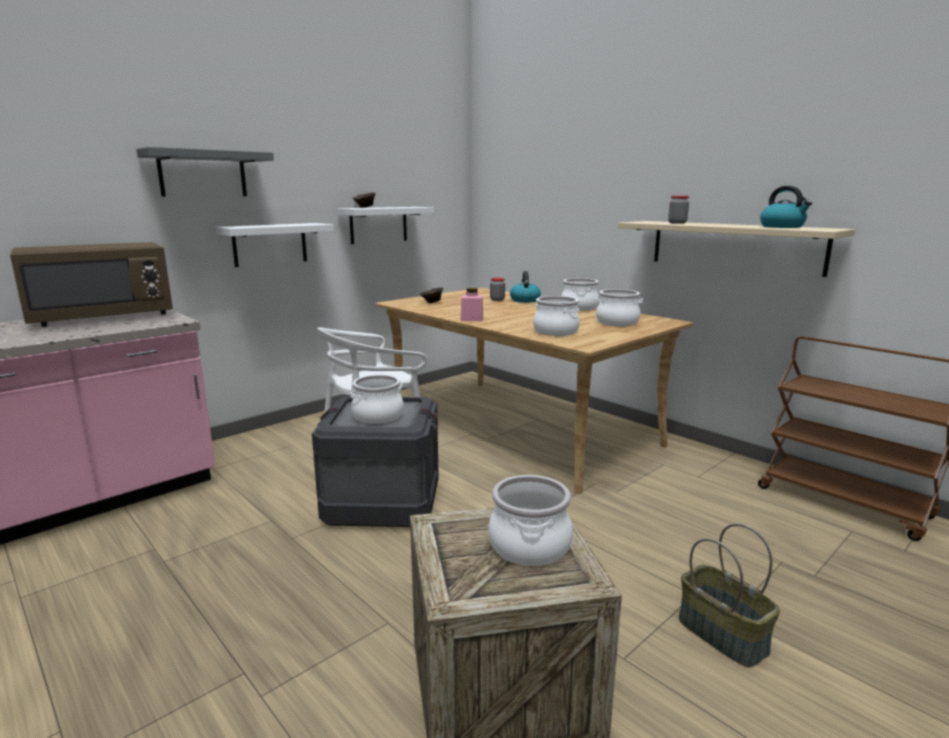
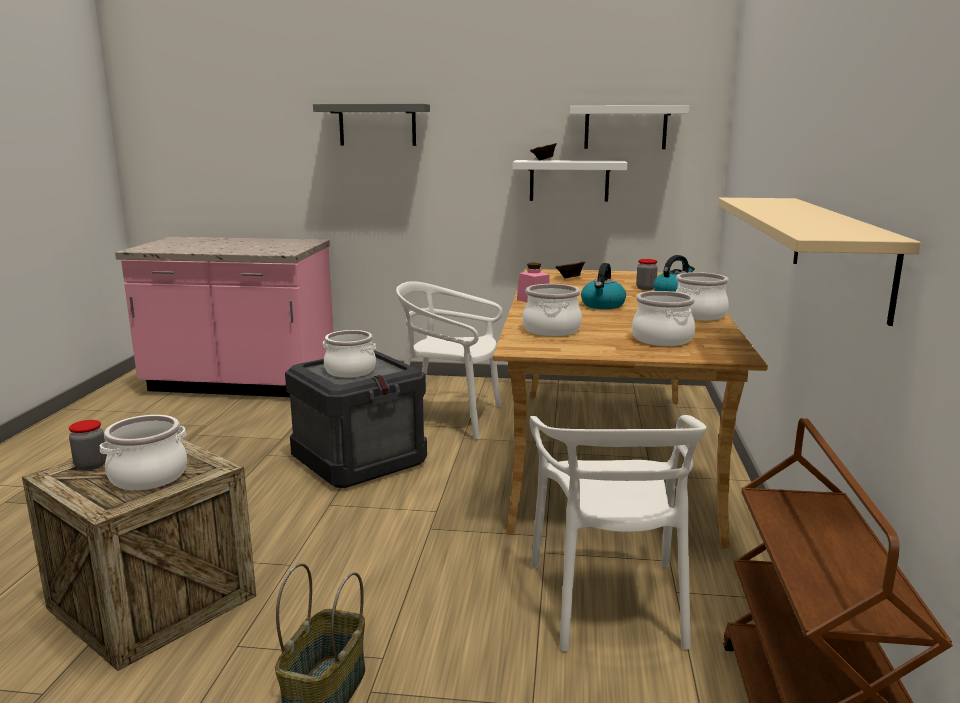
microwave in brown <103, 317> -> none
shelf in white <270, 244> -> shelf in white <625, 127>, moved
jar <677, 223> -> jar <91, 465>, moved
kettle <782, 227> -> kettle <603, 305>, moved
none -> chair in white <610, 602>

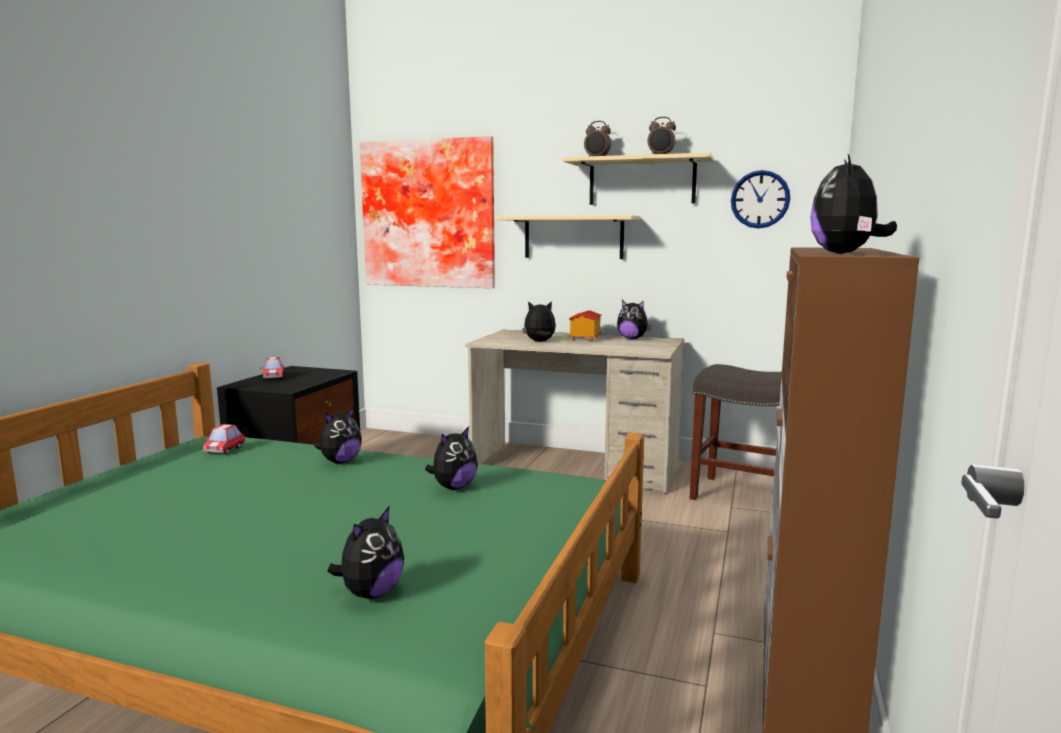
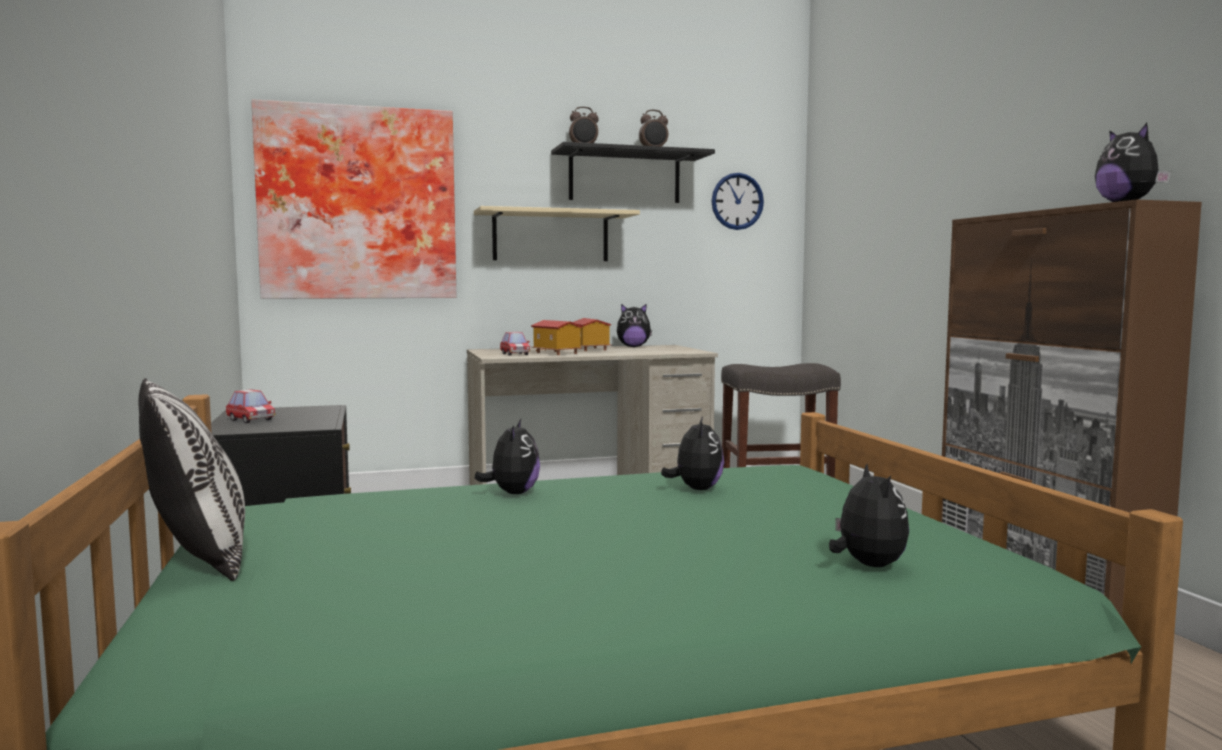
toy car <224, 450> -> toy car <515, 354>, moved
plush toy <540, 341> -> toy house <555, 353>
shelf in beige <642, 181> -> shelf in black <624, 177>
none -> pillow <198, 557>

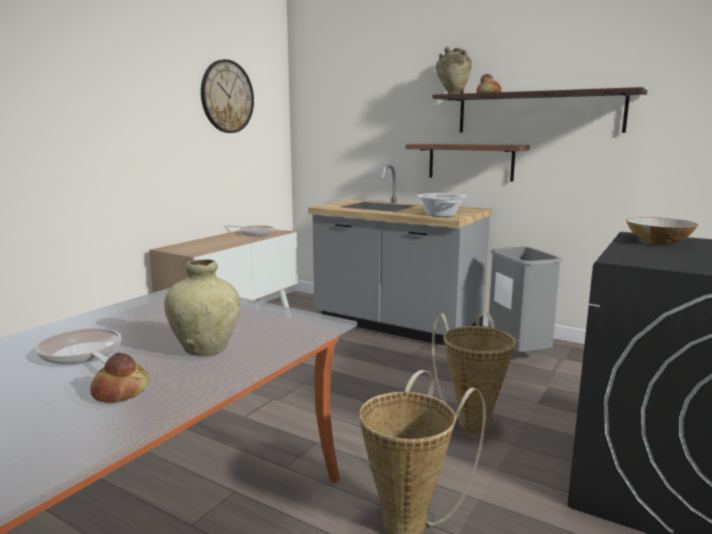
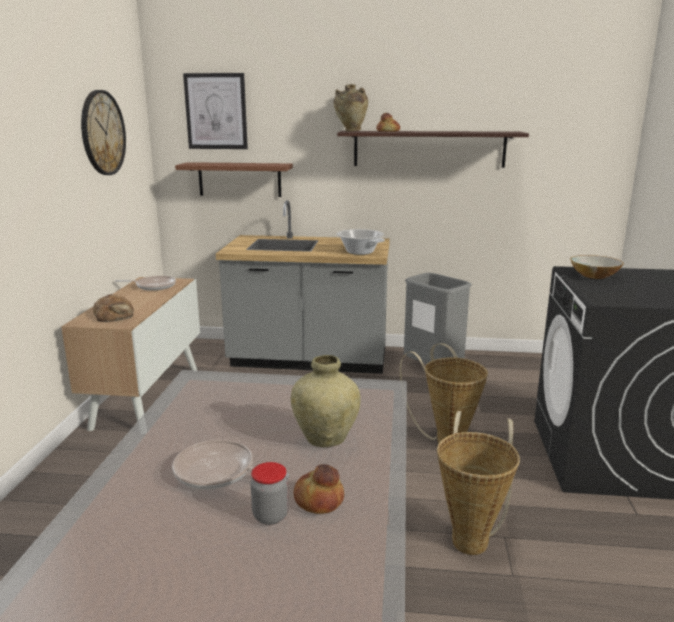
shelf in brown <470, 161> -> shelf in brown <239, 179>, moved
none -> bread <115, 315>
none -> picture <216, 111>
none -> jar <270, 516>

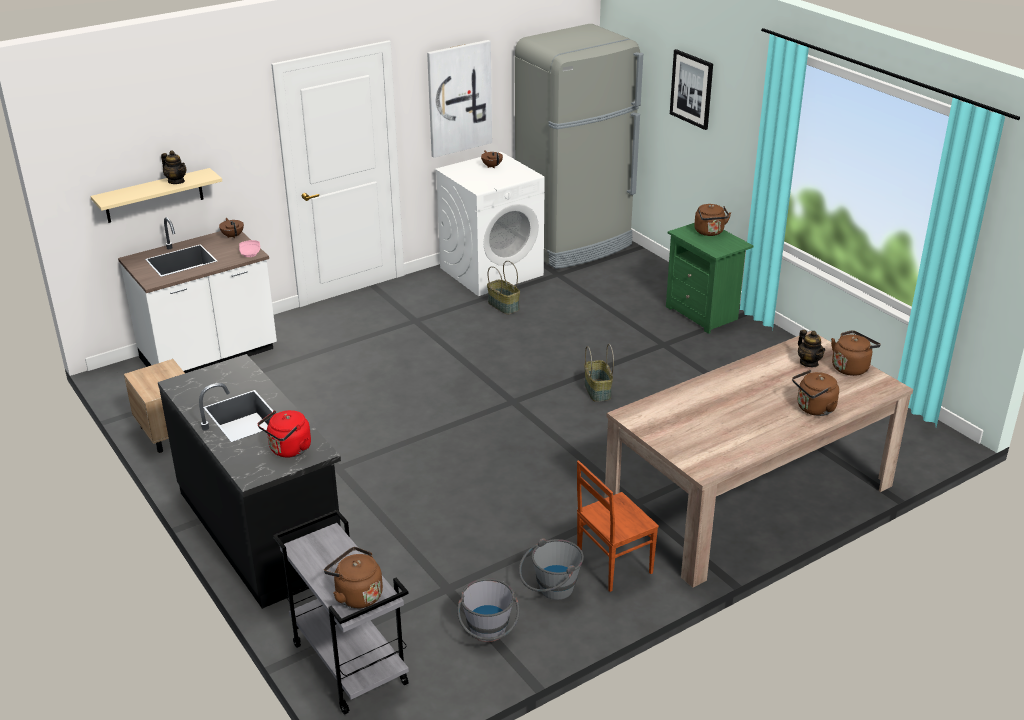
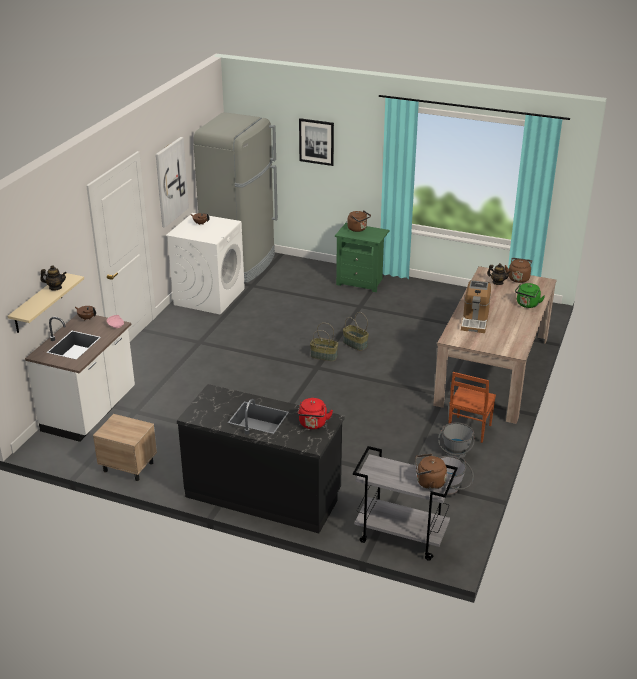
basket <504, 306> -> basket <324, 356>, moved
kettle in brown <813, 409> -> kettle in green <527, 305>
none -> coffee machine <475, 320>

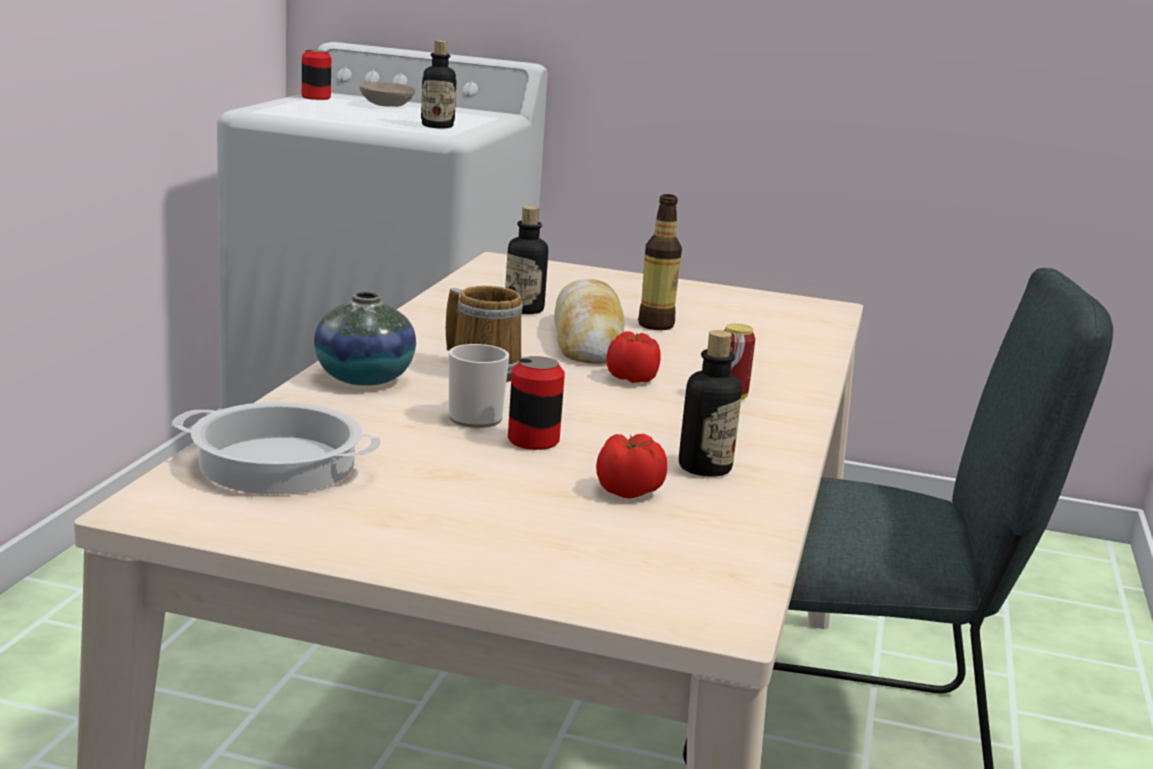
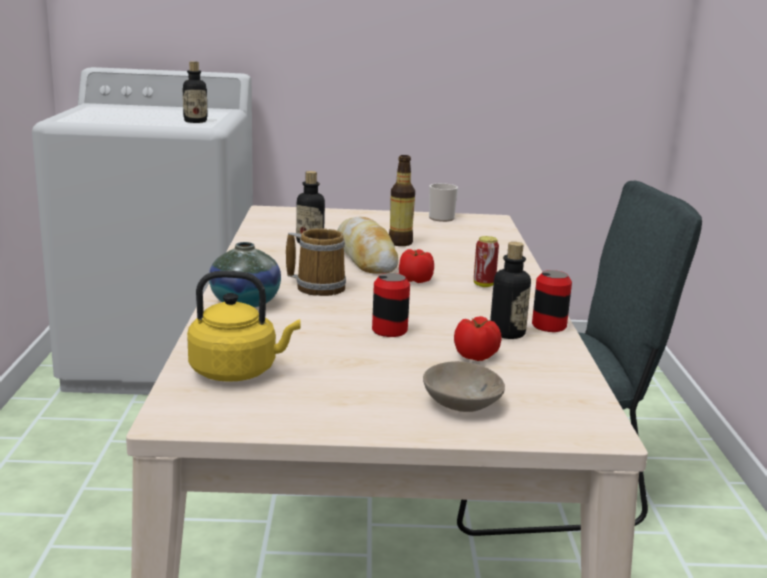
cooking pot <279, 463> -> kettle in yellow <238, 371>
can <316, 97> -> can <549, 326>, moved
bowl in beige <385, 105> -> bowl in beige <459, 403>, moved
mug <477, 416> -> mug <441, 217>, moved

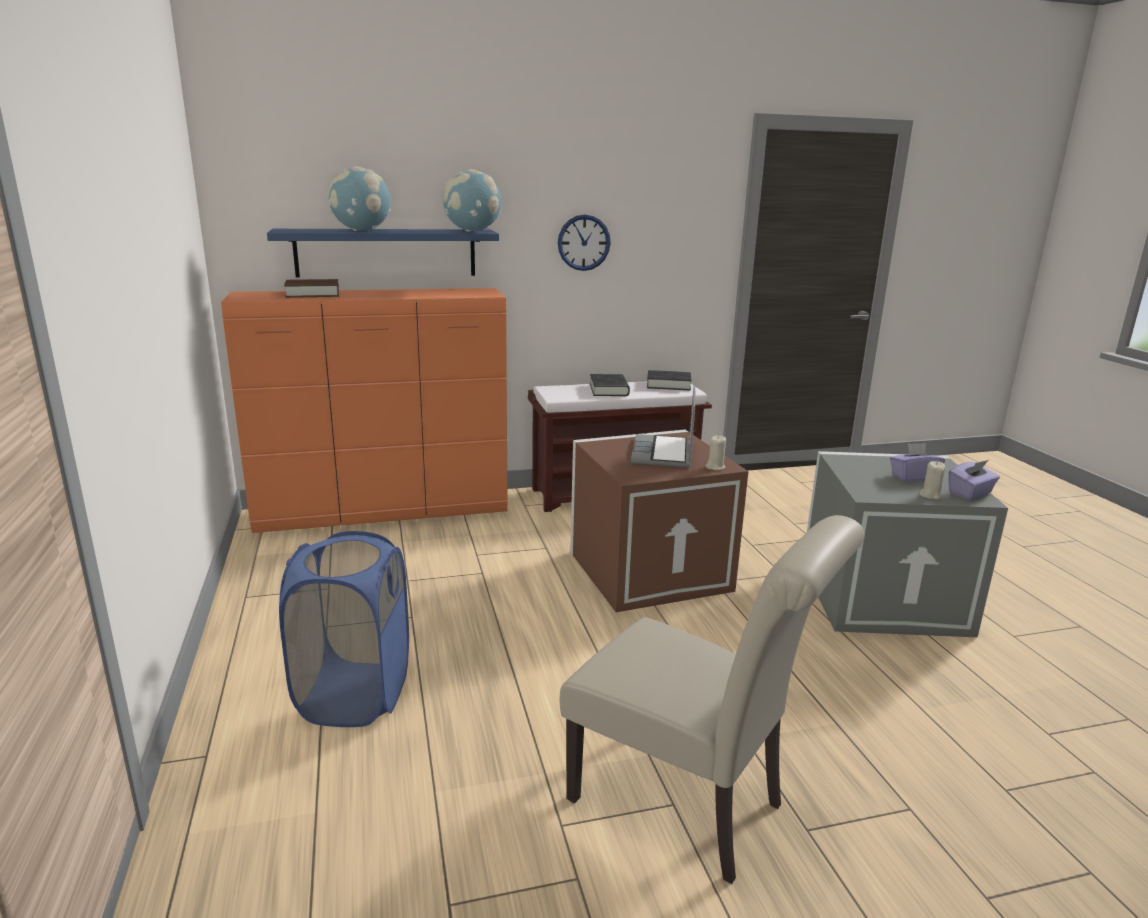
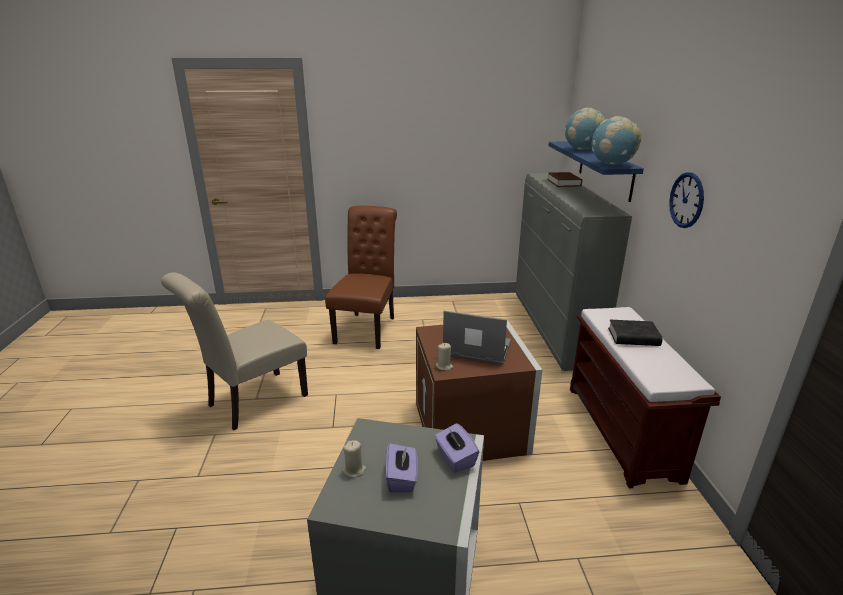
dresser in orange <385, 513> -> dresser in grey <552, 329>
laundry basket in blue <354, 694> -> chair in brown <367, 328>
book in black <668, 385> -> none
tissue box in purple <970, 493> -> tissue box in purple <455, 458>, moved

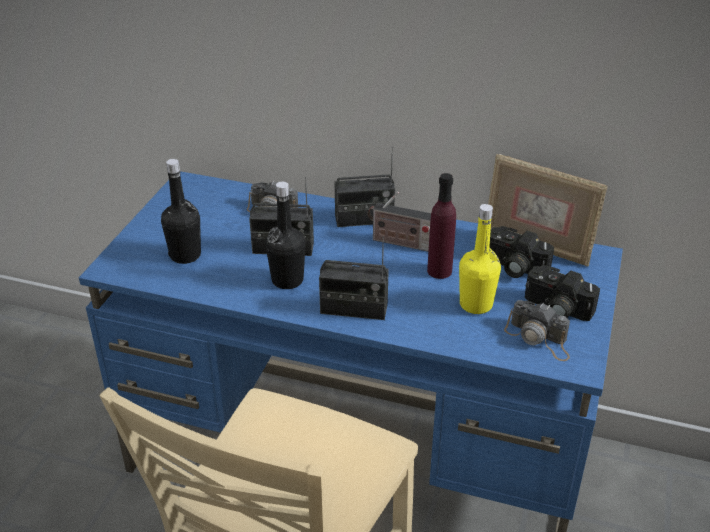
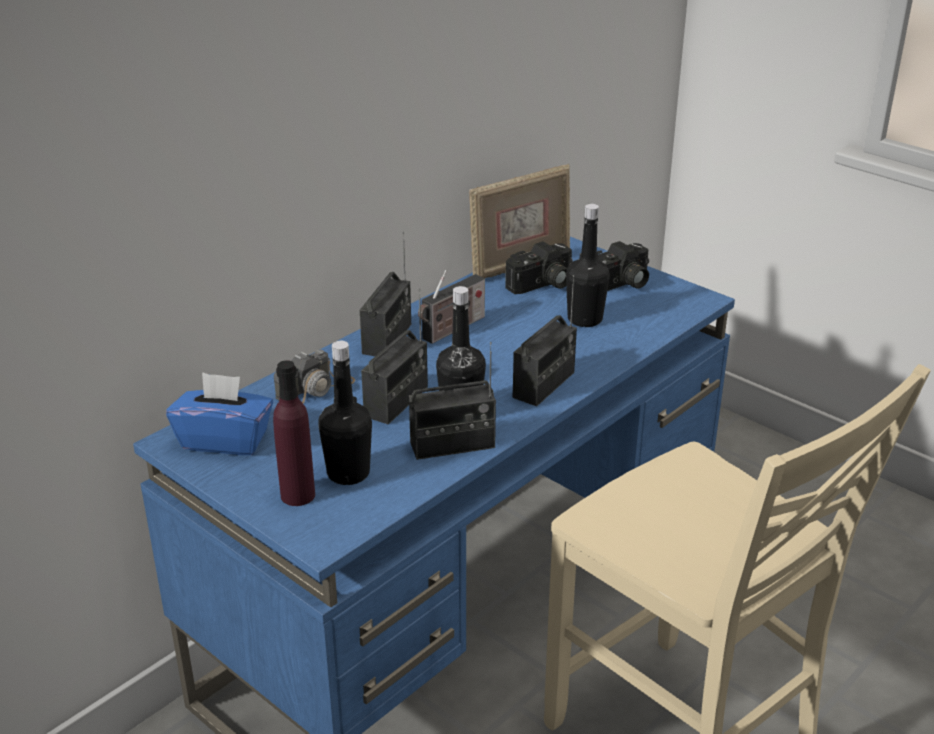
bottle in purple <439, 271> -> bottle in purple <298, 495>, moved
bottle in yellow <476, 304> -> bottle in black <585, 319>
photo camera <539, 339> -> none
none -> tissue box in blue <225, 440>
none -> radio <452, 445>

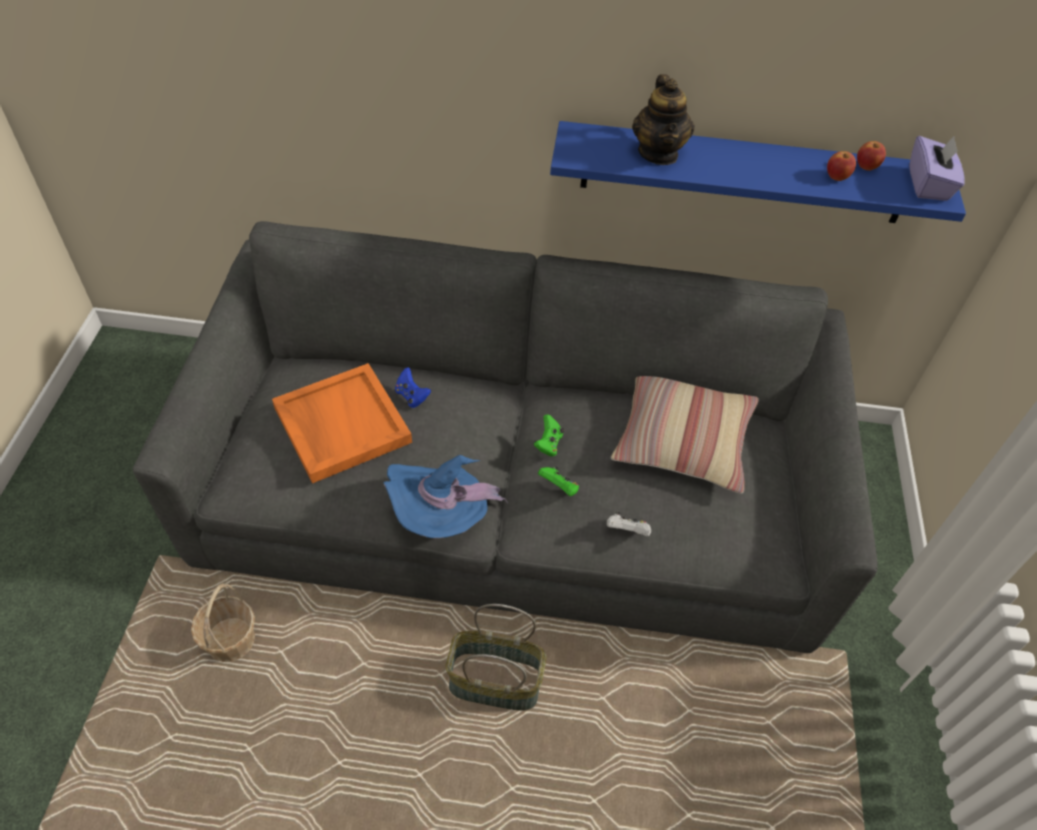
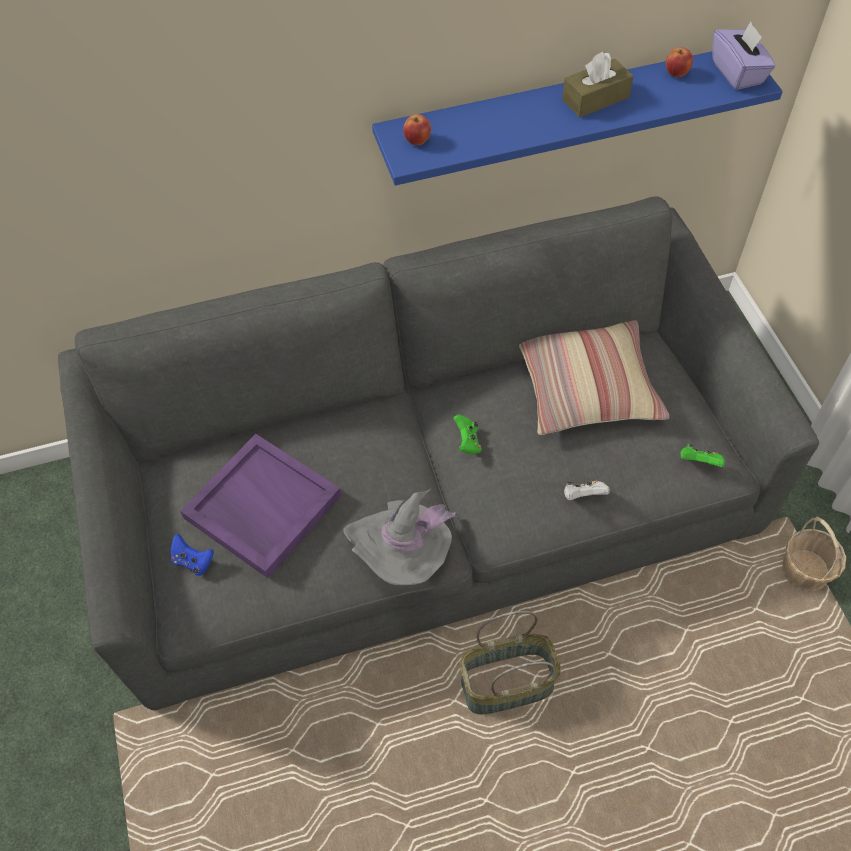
basket <230, 640> -> basket <804, 571>, moved
tray in orange <341, 424> -> tray in purple <261, 507>
hat in blue <442, 517> -> hat in grey <405, 555>
game controller in blue <412, 396> -> game controller in blue <193, 561>, moved
game controller in green <559, 488> -> game controller in green <699, 463>, moved
teapot <658, 153> -> none
apple <837, 177> -> apple <417, 141>, moved
none -> tissue box in brown <595, 99>

